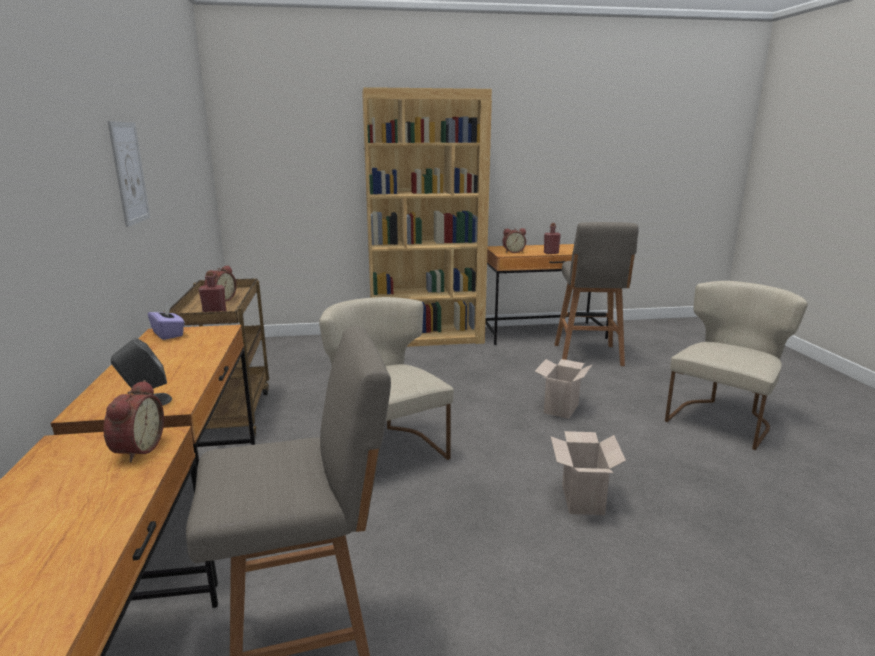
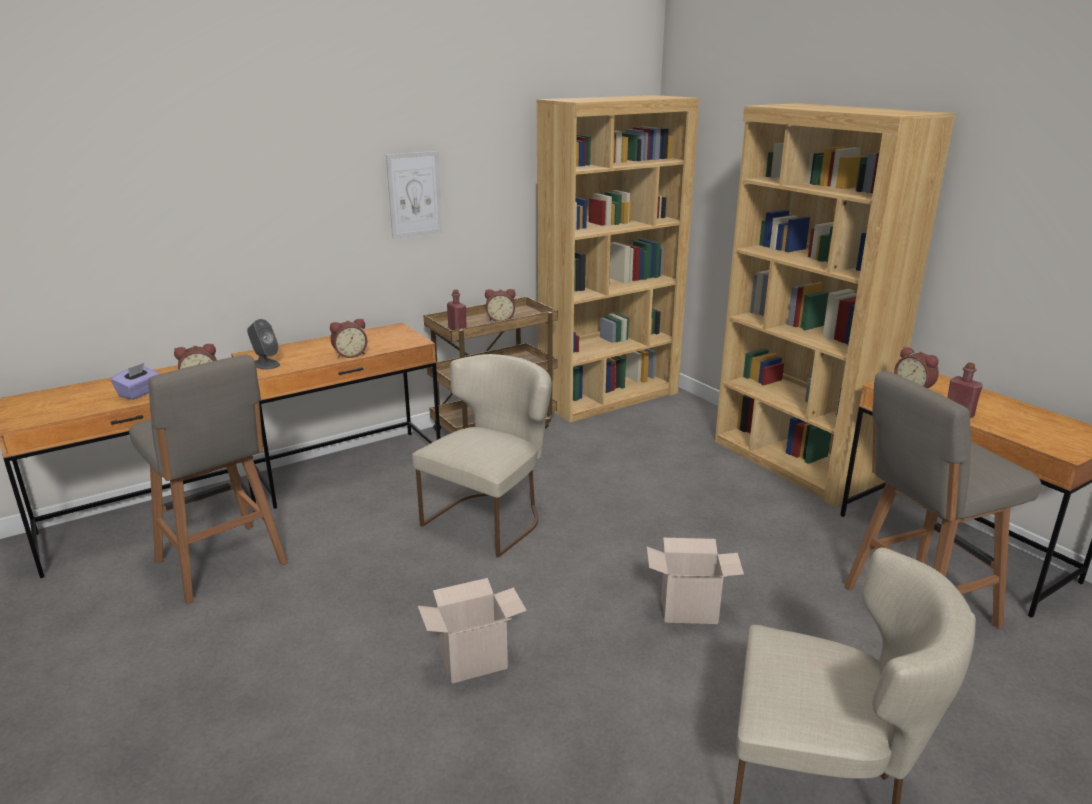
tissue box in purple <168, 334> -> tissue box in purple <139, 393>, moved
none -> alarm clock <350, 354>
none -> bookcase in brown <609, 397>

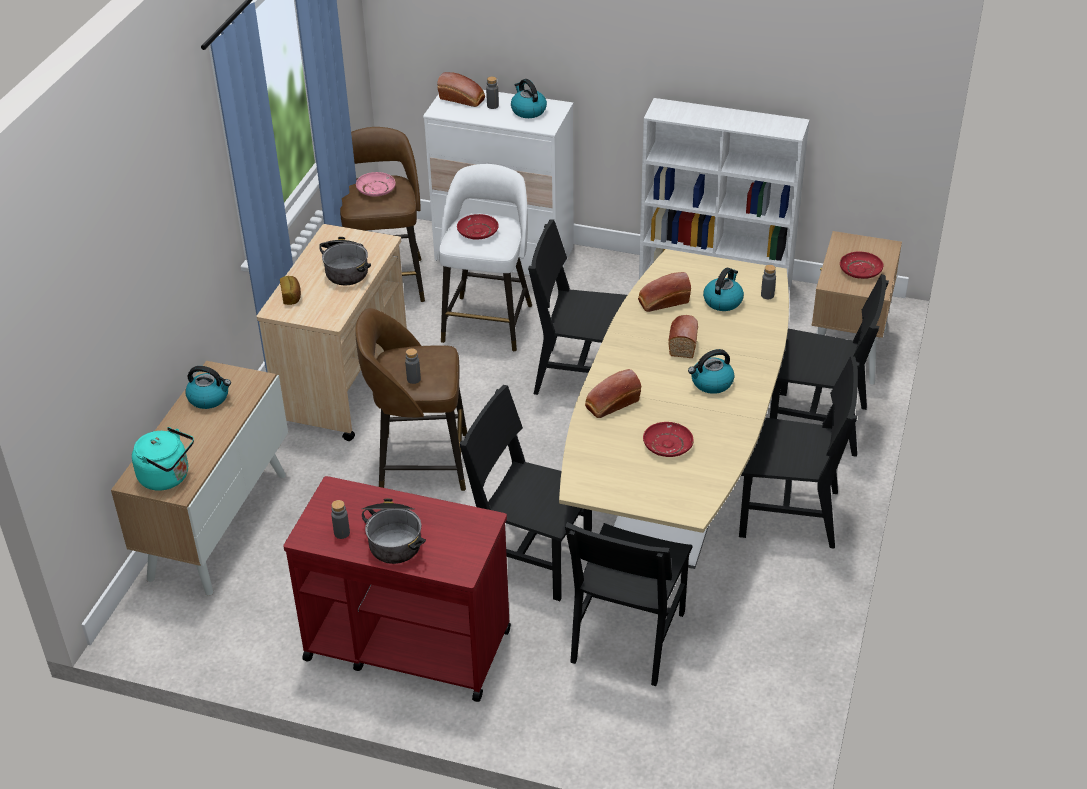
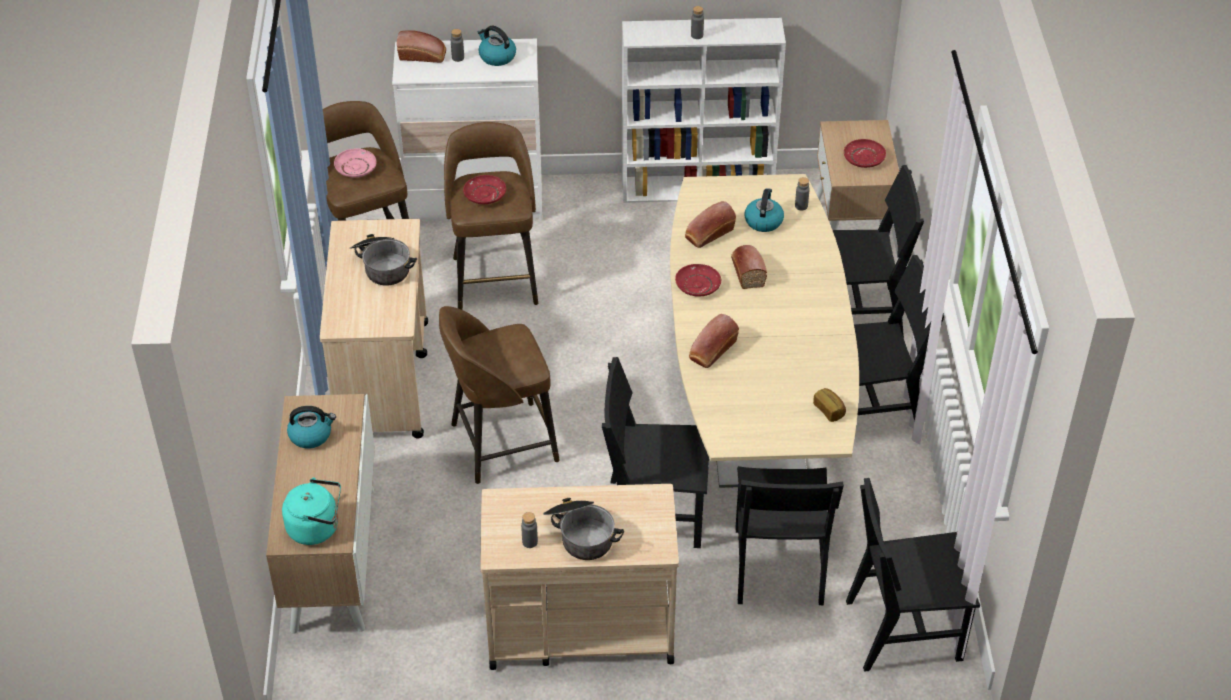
bread <291, 296> -> bread <829, 410>, moved
cart in red <406, 644> -> cart in beige <579, 627>
bottle in grey <413, 379> -> bottle in grey <697, 35>, moved
stool in white <488, 321> -> stool in brown <495, 278>
chair in black <582, 375> -> chair in black <903, 630>, moved
plate in red <667, 445> -> plate in red <697, 285>, moved
kettle <711, 383> -> none

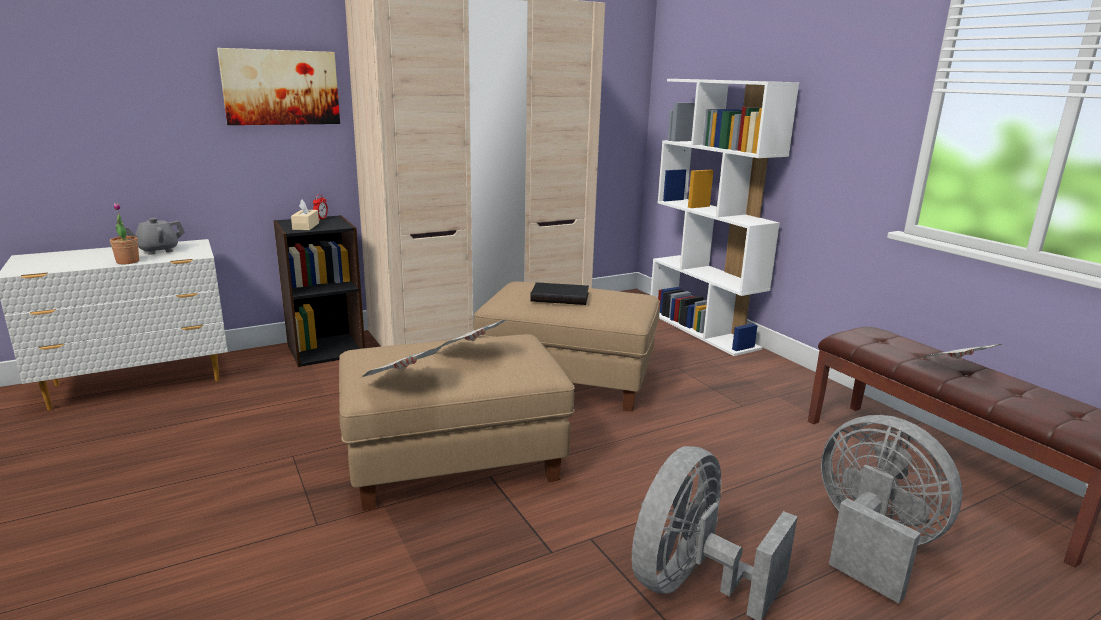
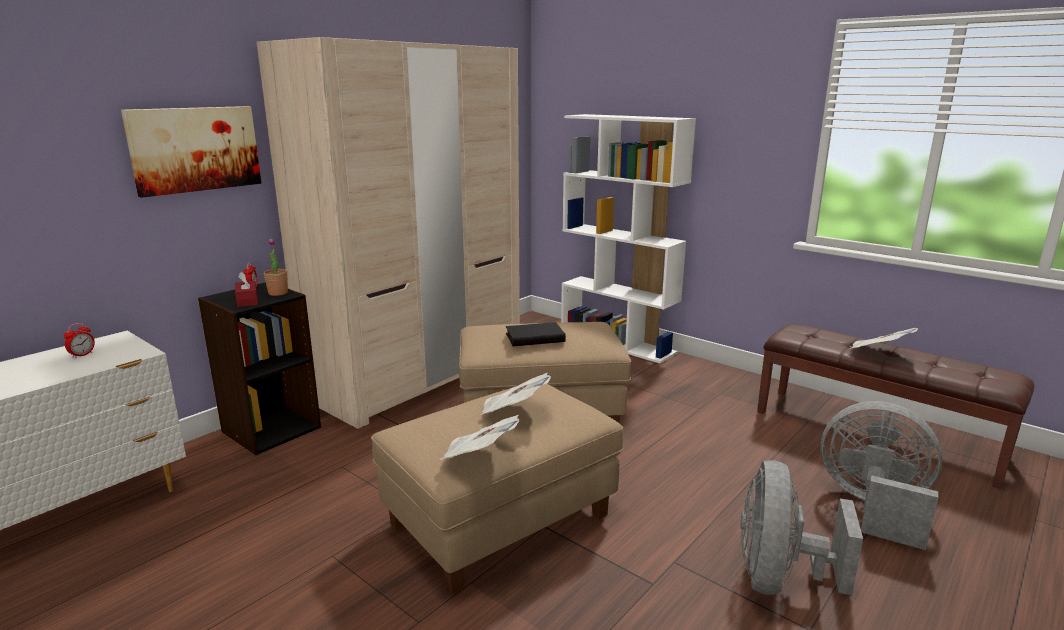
potted plant <128, 262> -> potted plant <278, 293>, moved
teapot in grey <158, 250> -> alarm clock <82, 355>
tissue box in beige <306, 226> -> tissue box in red <247, 301>

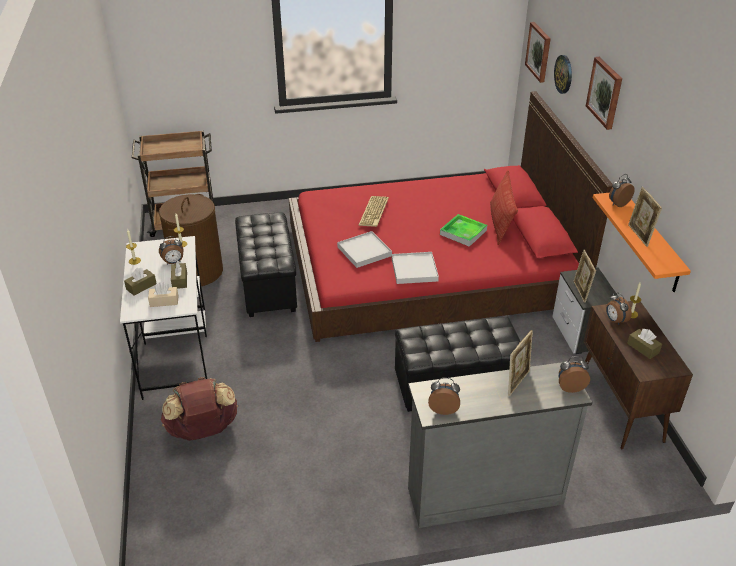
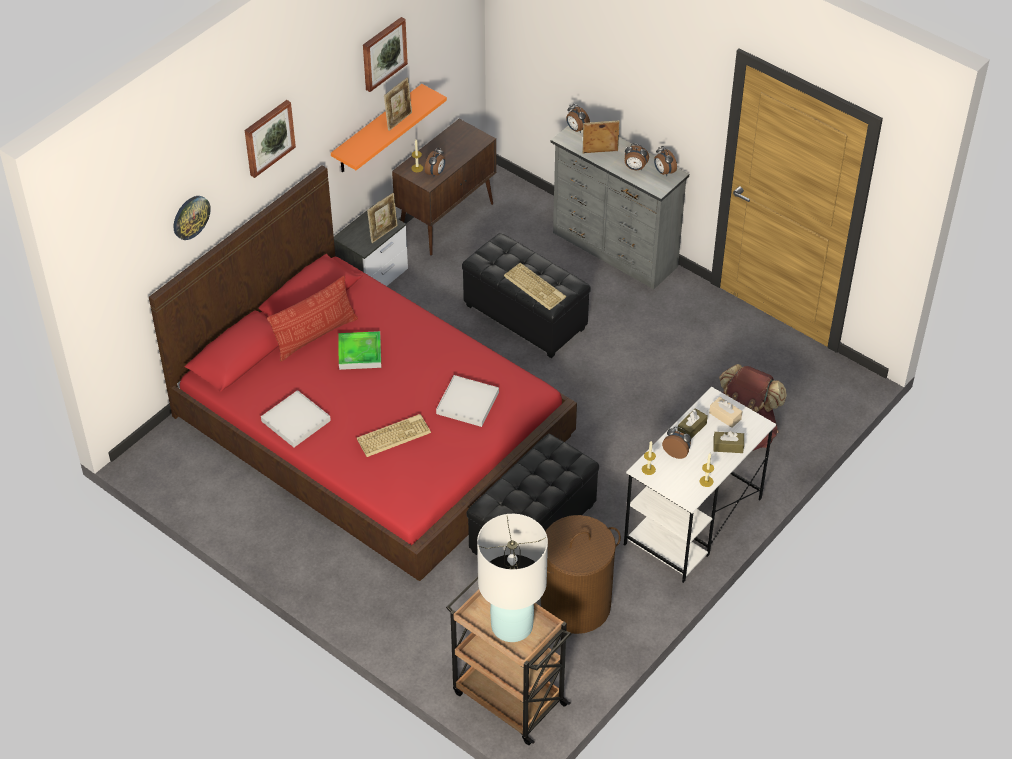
tray in white <414, 270> -> tray in white <296, 421>, moved
picture <539, 51> -> picture <383, 53>, moved
alarm clock <618, 203> -> alarm clock <635, 168>, moved
tissue box in brown <643, 348> -> none
none -> table lamp in white <512, 625>
none -> keyboard <536, 287>

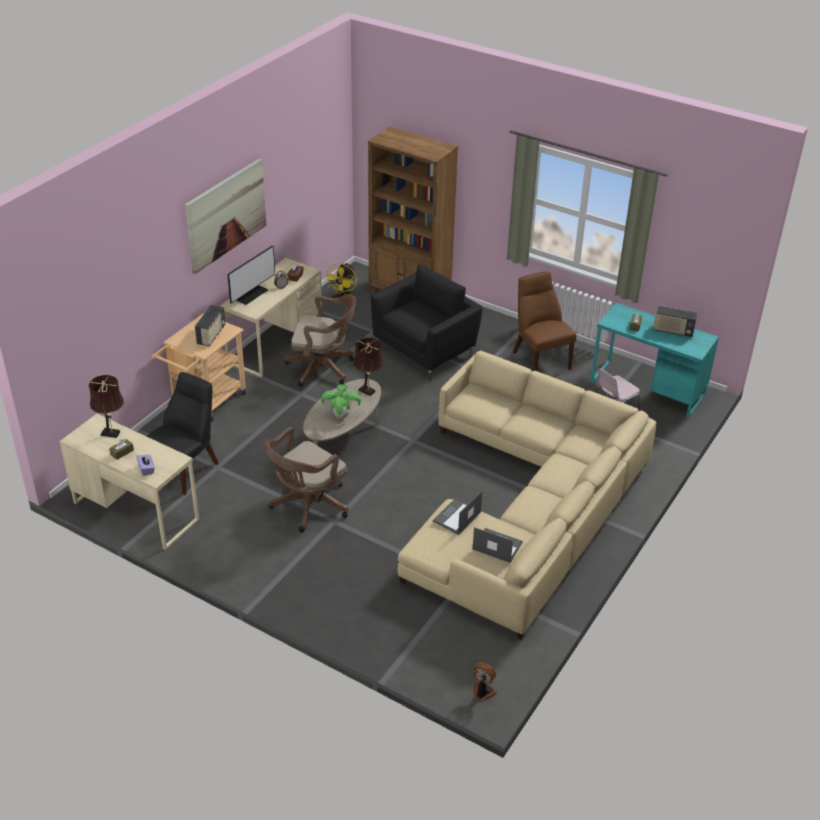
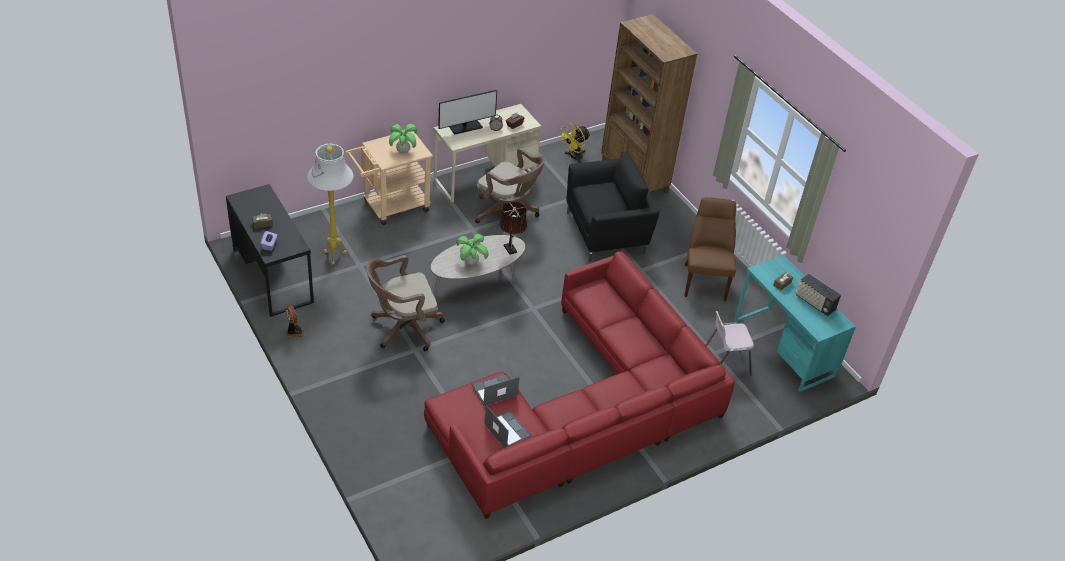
desk in beige <136, 510> -> desk in black <273, 275>
table lamp in brown <112, 434> -> none
chair in black <186, 469> -> floor lamp in white <335, 257>
picture <226, 214> -> none
radio <211, 335> -> potted plant <403, 151>
sofa in beige <527, 507> -> sofa in red <583, 408>
fan <482, 692> -> fan <294, 332>, moved

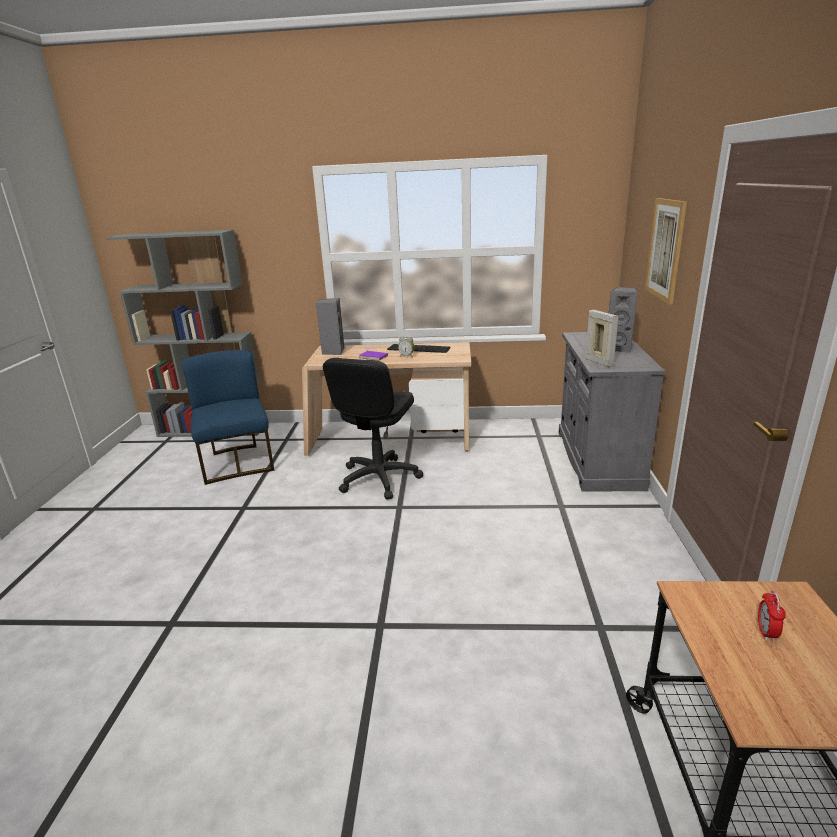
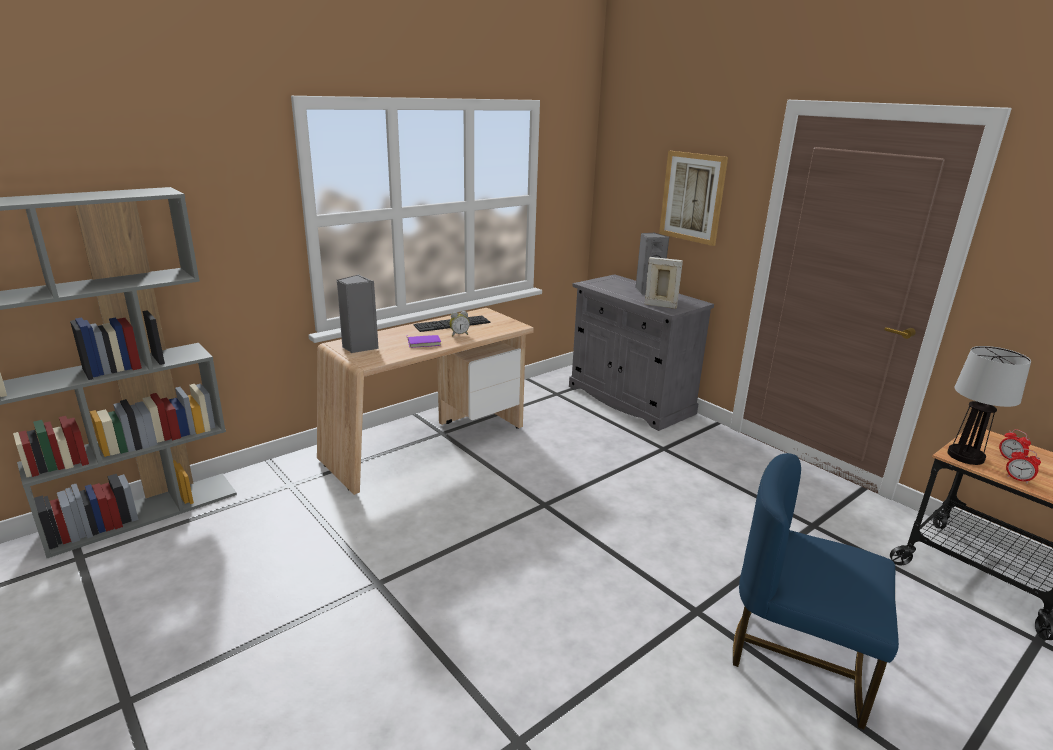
chair in blue <238, 463> -> chair in blue <799, 657>, moved
office chair in black <378, 478> -> none
none -> table lamp <964, 456>
none -> alarm clock <1017, 479>

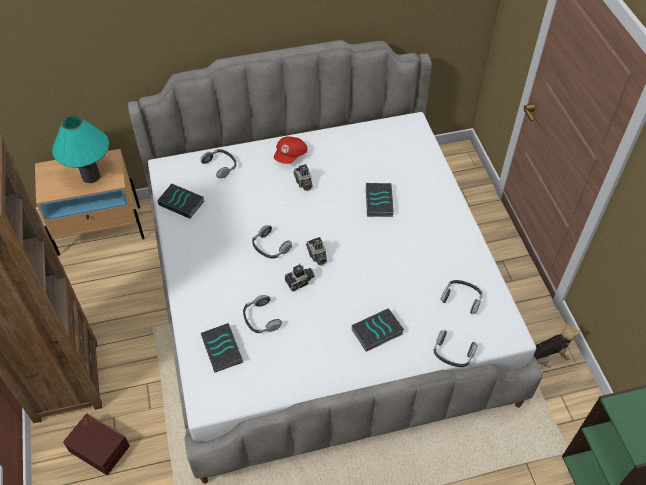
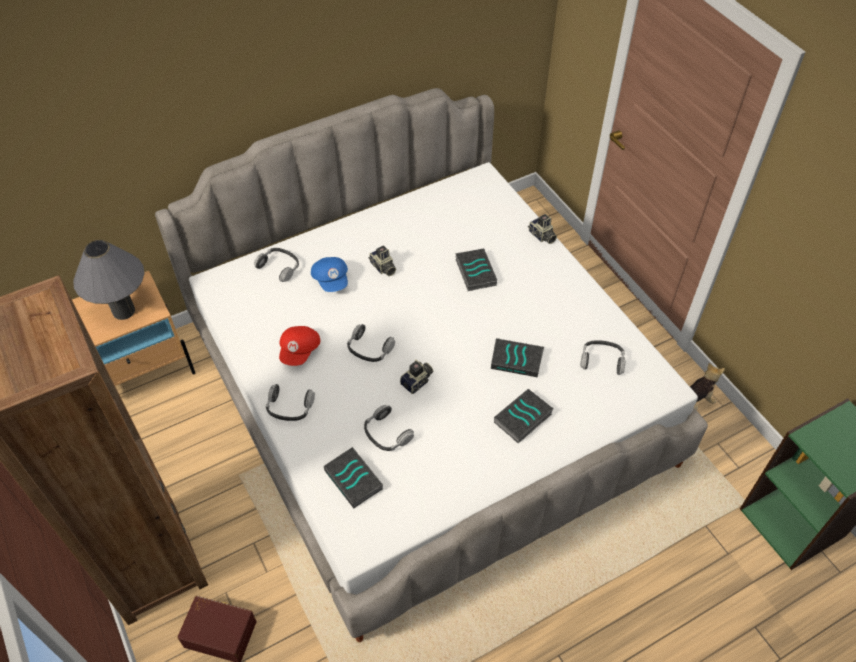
table lamp in turquoise <91, 176> -> table lamp in grey <123, 311>
book <182, 203> -> book <517, 359>, moved
cap in red <291, 156> -> cap in red <300, 351>, moved
photo camera <317, 256> -> photo camera <542, 236>, moved
headphones <453, 353> -> headphones <289, 407>, moved
none -> cap in blue <332, 280>

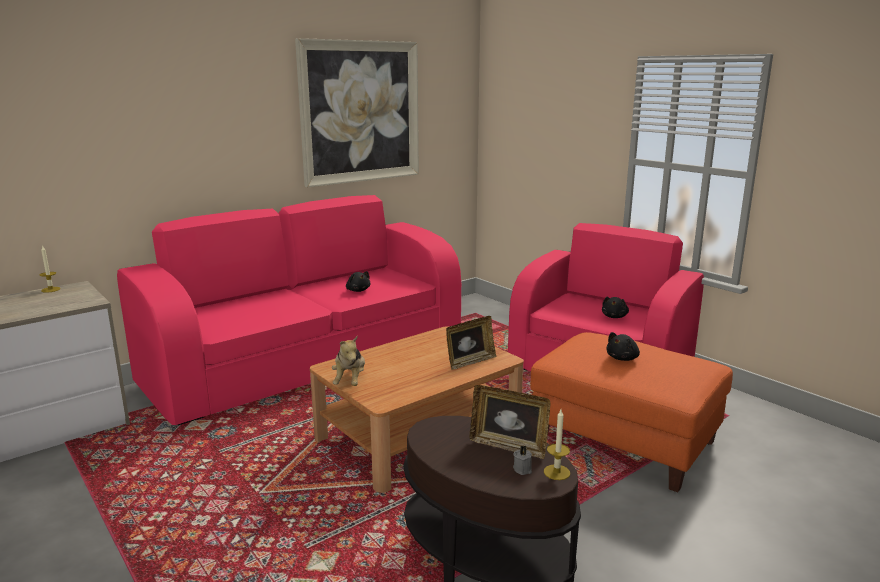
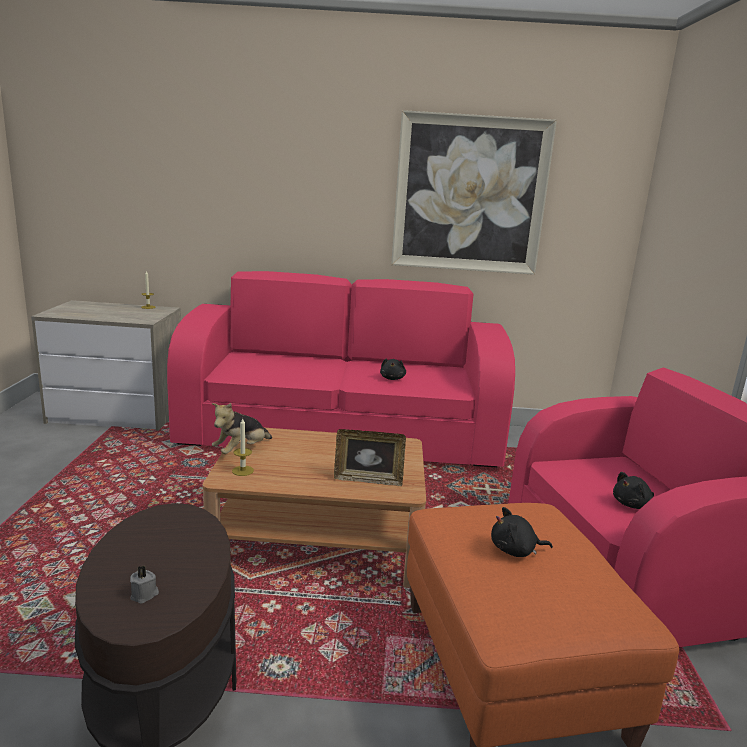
picture frame <508, 446> -> none
candle <556, 472> -> candle <242, 471>, moved

